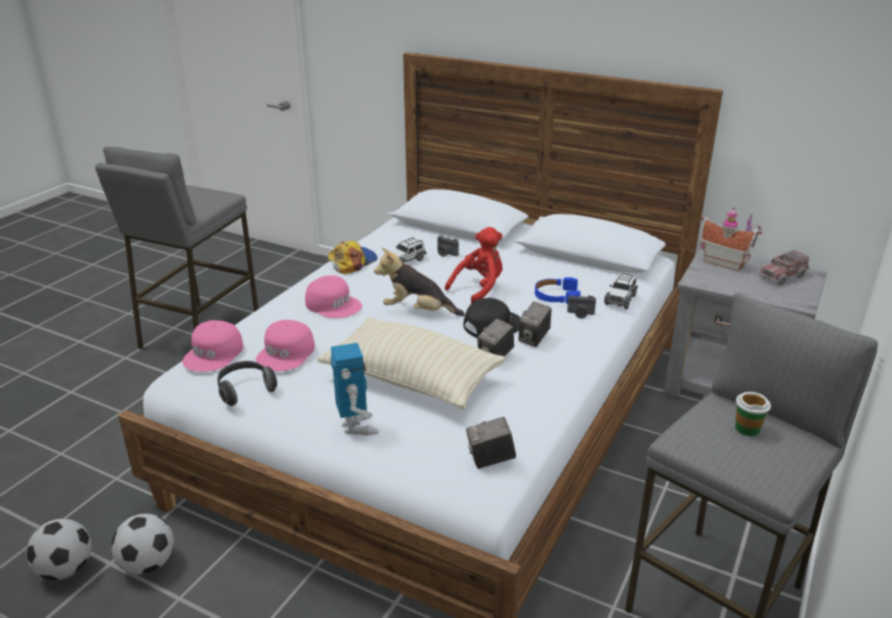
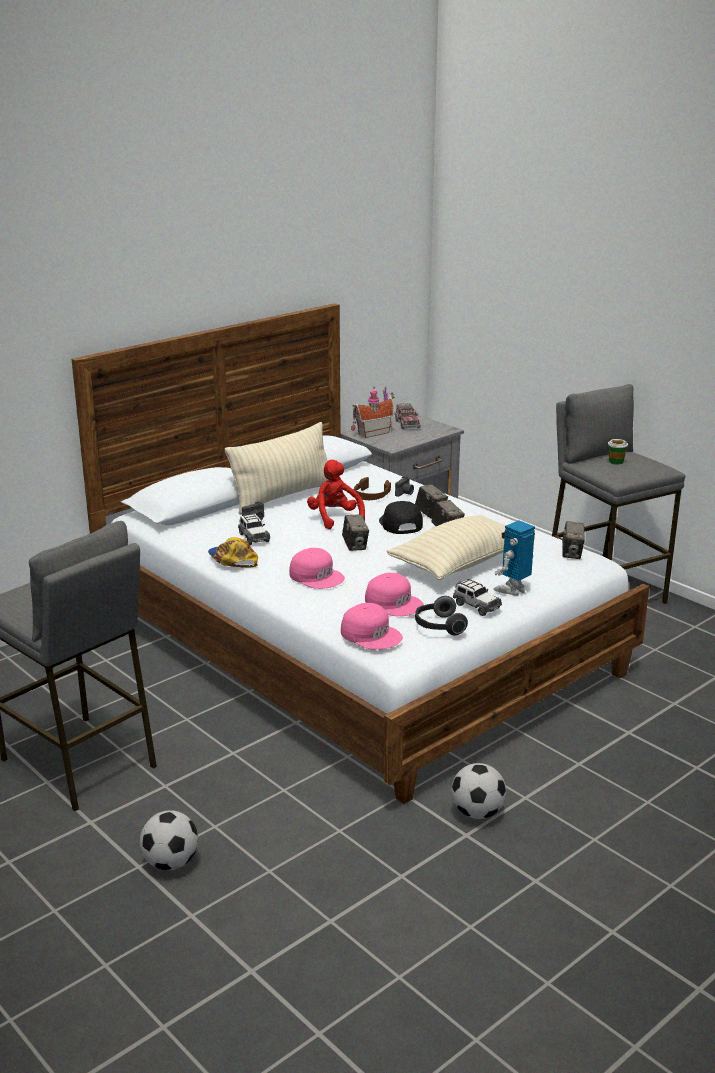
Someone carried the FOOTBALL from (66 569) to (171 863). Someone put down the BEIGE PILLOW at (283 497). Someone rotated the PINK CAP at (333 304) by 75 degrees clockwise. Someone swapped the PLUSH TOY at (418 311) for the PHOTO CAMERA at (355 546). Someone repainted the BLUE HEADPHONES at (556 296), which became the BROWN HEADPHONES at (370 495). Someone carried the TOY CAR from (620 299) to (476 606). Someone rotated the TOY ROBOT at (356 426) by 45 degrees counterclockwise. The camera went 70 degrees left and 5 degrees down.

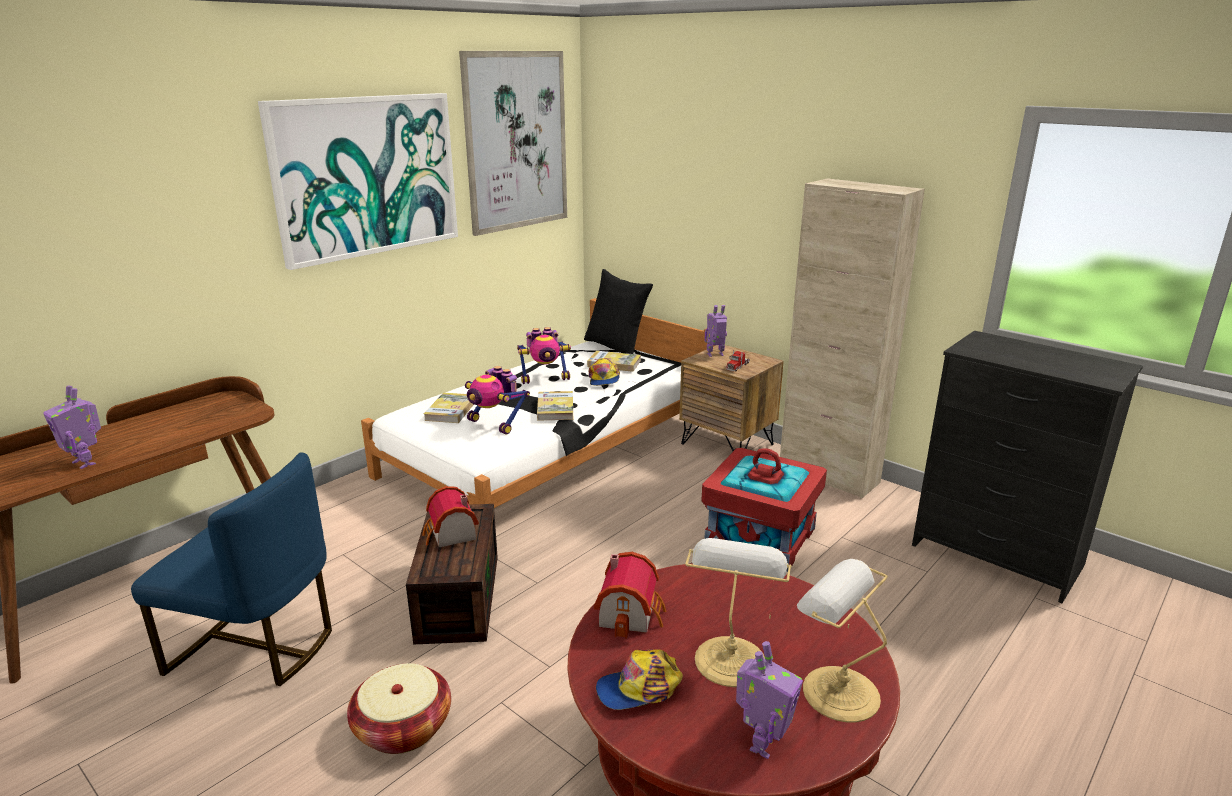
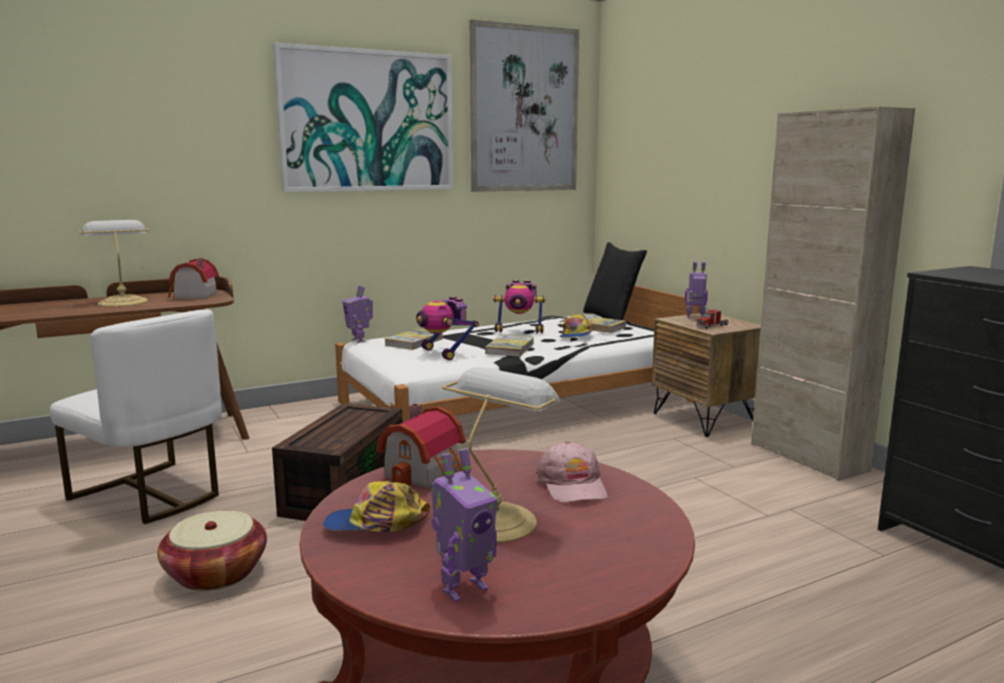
Someone repainted the BLUE CHAIR at (256 646), which became the WHITE CHAIR at (151 494). Someone carried the TABLE LAMP from (836 691) to (122 302). Someone carried the TOY HOUSE from (450 535) to (192 296). Someone carried the TOY ROBOT from (85 462) to (359 340). Someone put down the PINK CAP at (572 485). Someone took away the RED STORAGE BOX at (760 537). The camera went 20 degrees right and 10 degrees down.

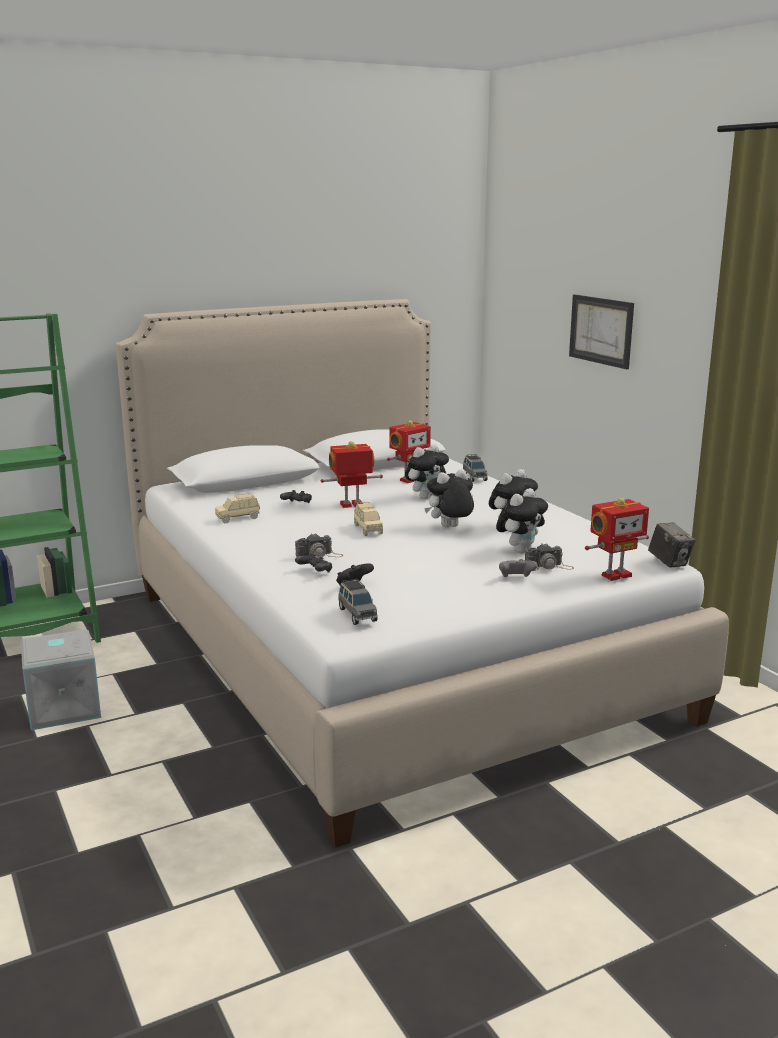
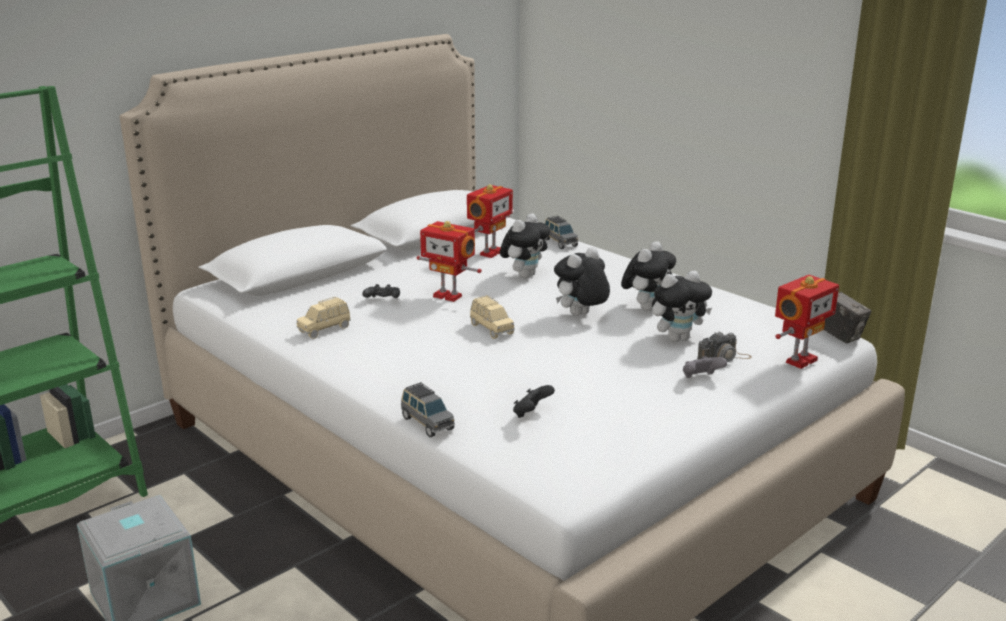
Someone carried the GREY TOY CAR from (357 614) to (427 423). Someone rotated the TOY ROBOT at (352 505) by 120 degrees counterclockwise. Someone rotated the PLUSH TOY at (520 550) by 45 degrees clockwise. Someone took away the PHOTO CAMERA at (319 556). Someone took away the BLACK GAME CONTROLLER at (314 571). Someone took away the PICTURE at (601 330). The camera went 15 degrees left and 5 degrees up.

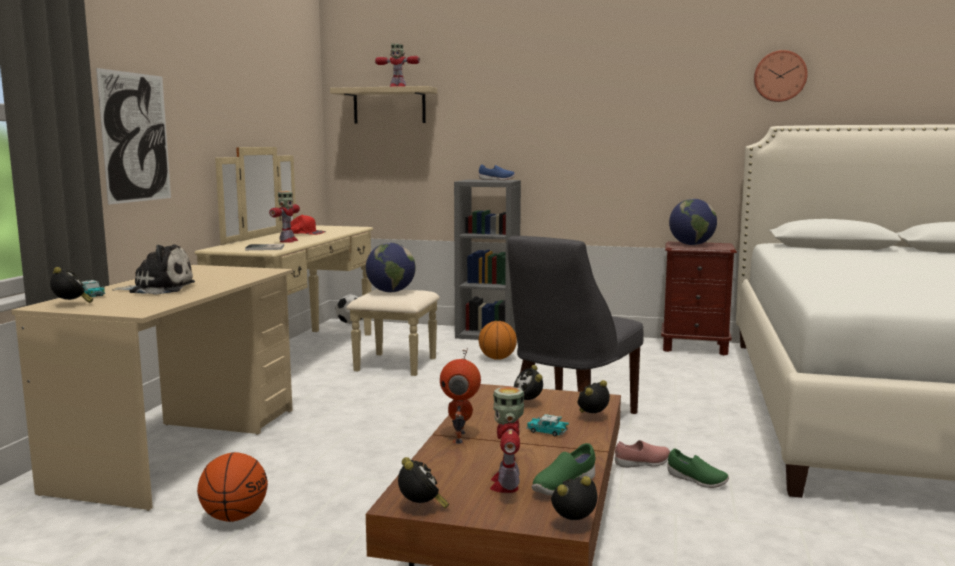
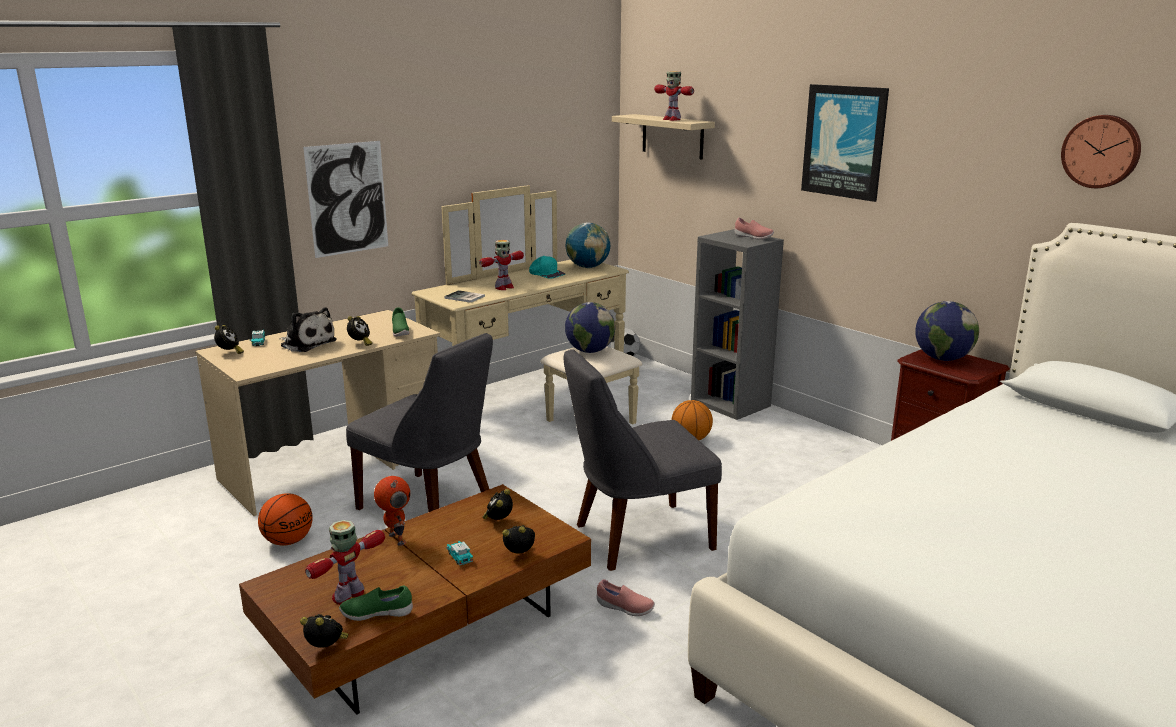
Someone put down the GREY CHAIR at (430 507). Someone carried the ALARM CLOCK from (421 508) to (360 344). Someone rotated the TOY ROBOT at (461 437) by 105 degrees clockwise. Someone carried the GREEN SHOE from (696 481) to (400 332). Someone repainted the RED CAP at (305 233), which became the TURQUOISE CAP at (546 274). Someone put down the GLOBE at (587 267). Someone repainted the BLUE SHOE at (496 180), which became the PINK SHOE at (753 237). Someone put up the PICTURE at (844 141). The camera went 35 degrees right and 10 degrees up.

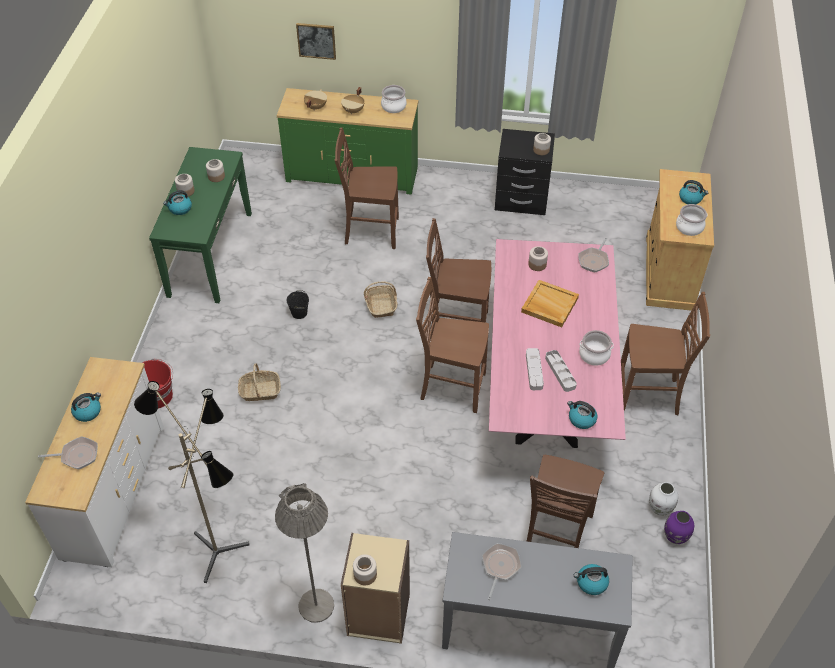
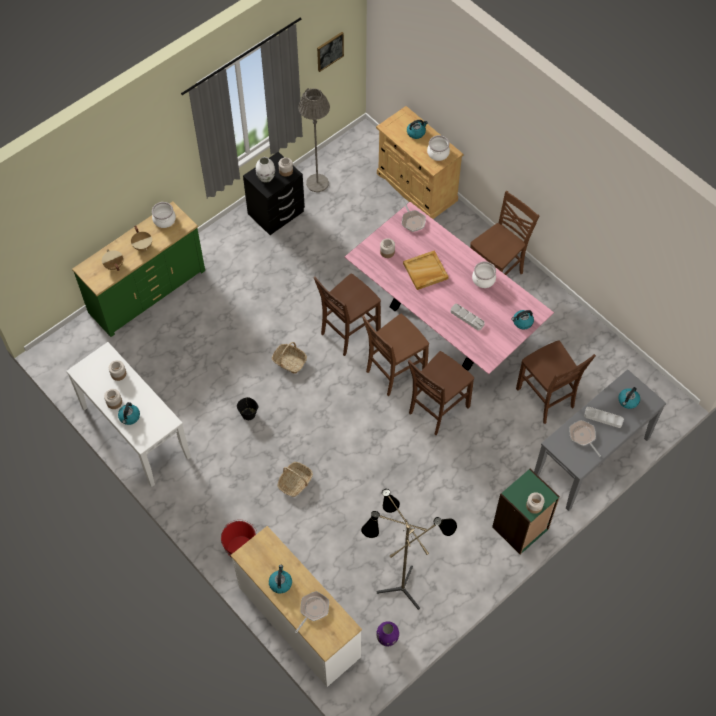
Someone repainted the GREEN CONSOLE TABLE at (210 254), which became the WHITE CONSOLE TABLE at (135 432). Someone carried the WHITE VASE from (660 508) to (266 178). Someone carried the GREY FLOOR LAMP from (316 606) to (317 183). Someone carried the PICTURE from (316 40) to (329 51). Someone carried the PURPLE VASE from (675 537) to (387 638). Someone carried the BROWN CHAIR from (370 231) to (437 409). Someone repainted the BEIGE BOOKCASE at (378 615), which became the GREEN BOOKCASE at (520 528). Someone carried the GREY TRAY from (560 372) to (603 418). The camera went 50 degrees left and 10 degrees up.

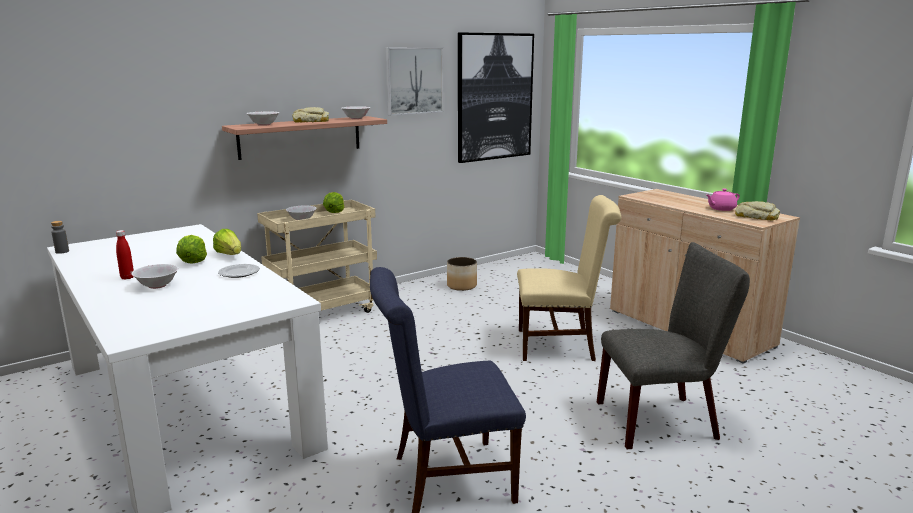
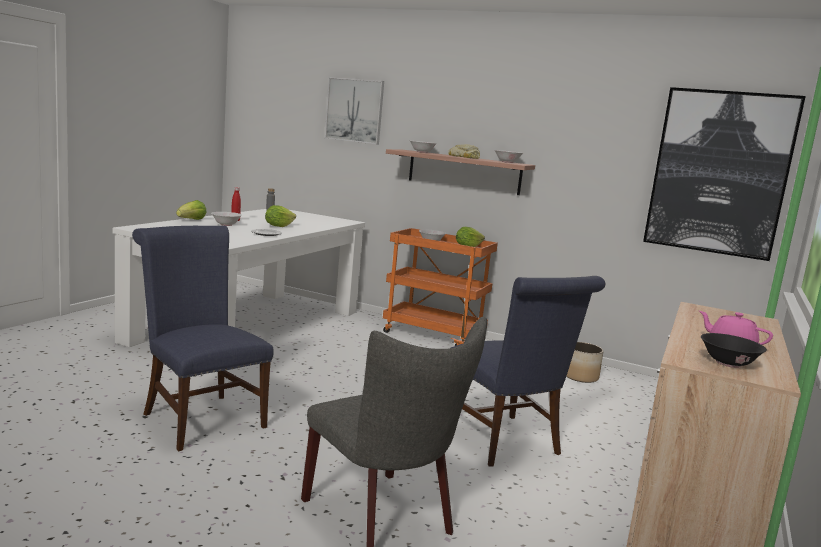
Someone carried the LETTUCE from (229 255) to (191 220). Someone carried the PICTURE from (414 80) to (354 110). Someone repainted the BEIGE CART at (323 312), which became the ORANGE CART at (434 335). Someone repainted the BEIGE CHAIR at (561 345), which became the BLUE CHAIR at (505 443). Someone swapped the BREAD at (756 216) for the BLACK BOWL at (728 363). The camera went 60 degrees right and 5 degrees down.

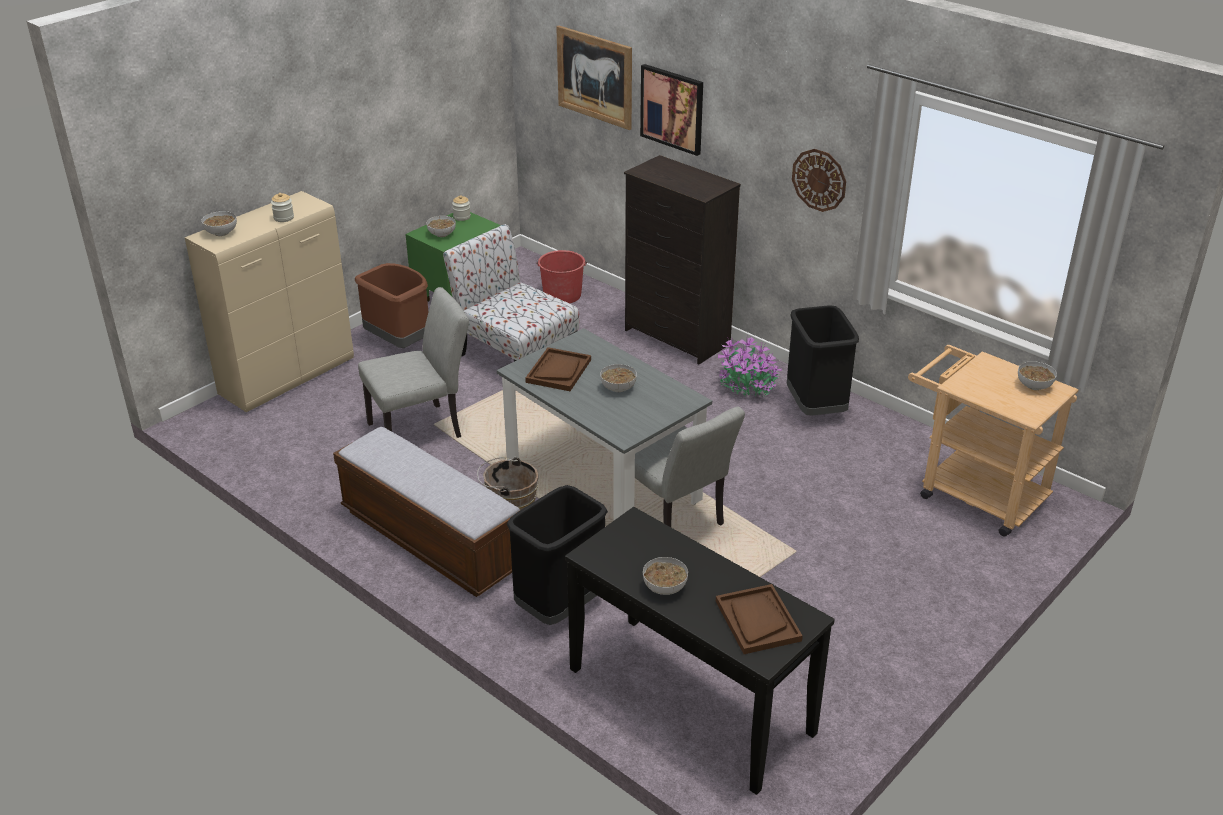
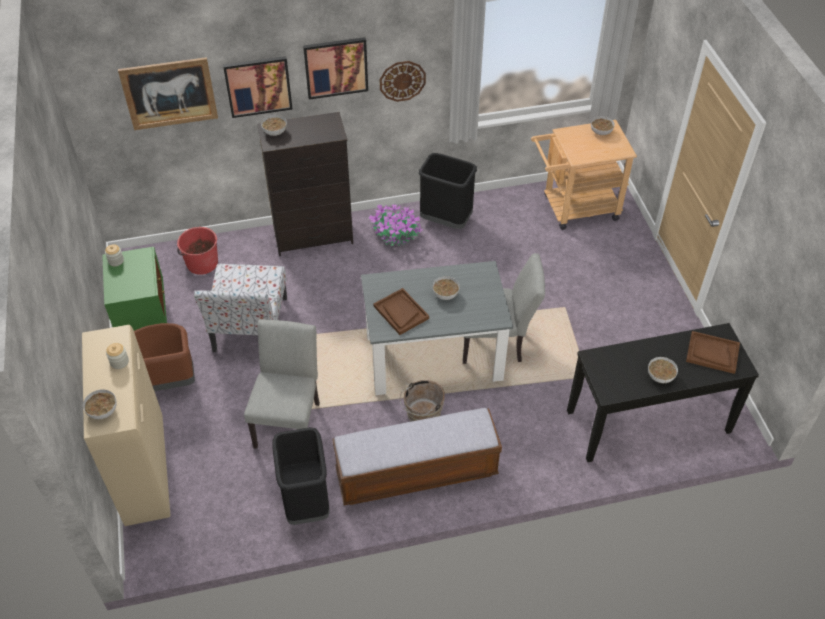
Someone rotated the CHAIR at (515 354) by 75 degrees counterclockwise. Someone carried the BOWL from (441 234) to (274 132). Someone carried the BLACK TRASH CAN from (560 606) to (306 502). Someone put up the PICTURE at (336 67). The camera went 55 degrees left and 15 degrees up.

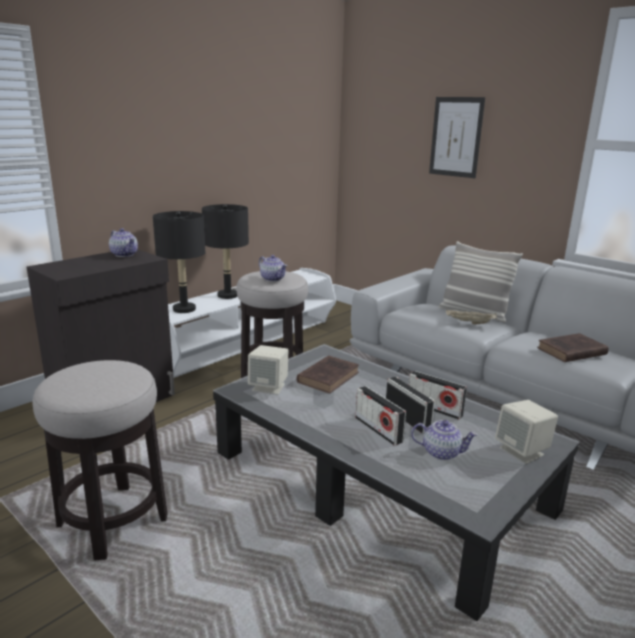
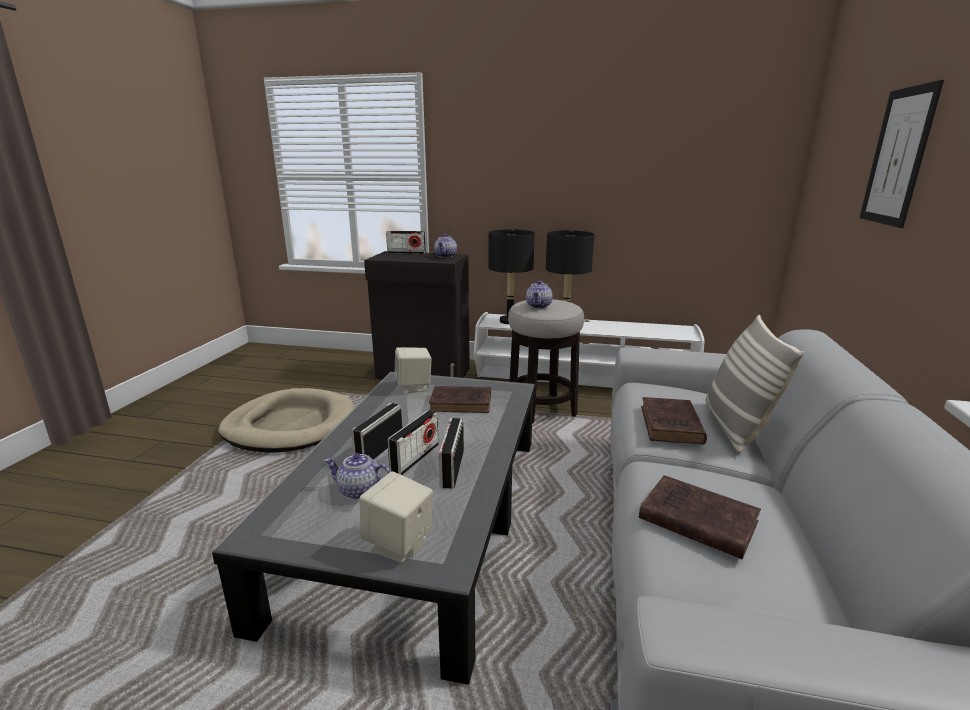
Someone swapped the STOOL at (113 521) for the BEIGE DOG BED at (290 425). Someone rotated the TEAPOT at (442 452) by 120 degrees clockwise. Someone put down the RADIO at (406 253). Someone swapped the BEIGE TRAY at (469 323) for the BROWN BOOK at (671 426). The camera went 60 degrees right and 0 degrees up.

